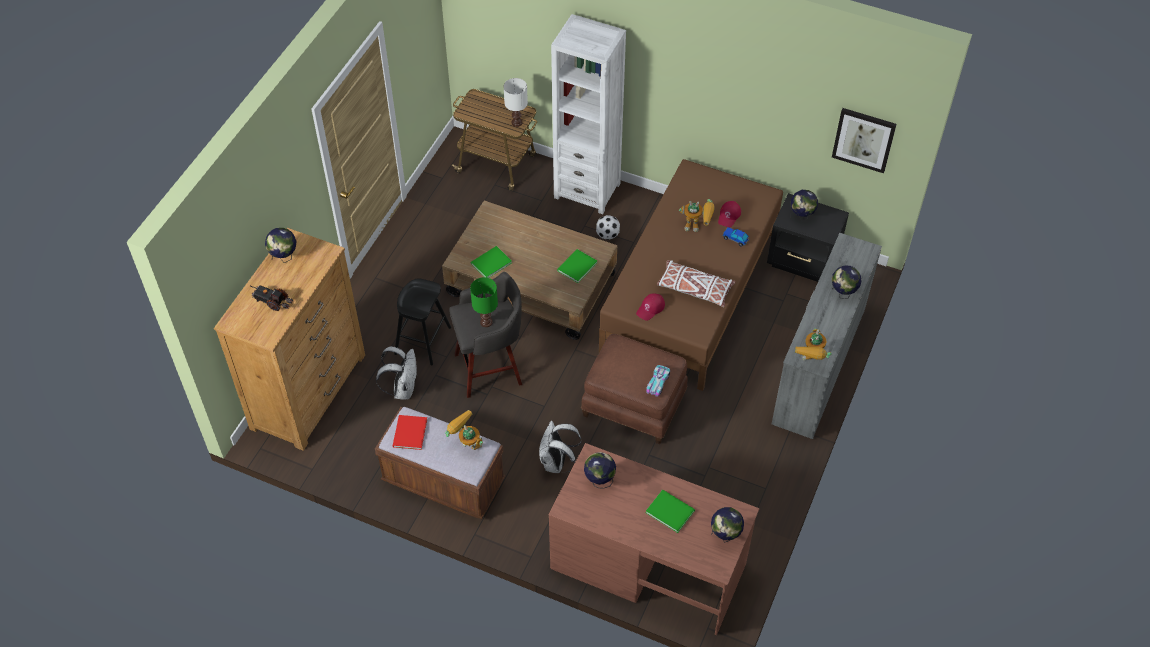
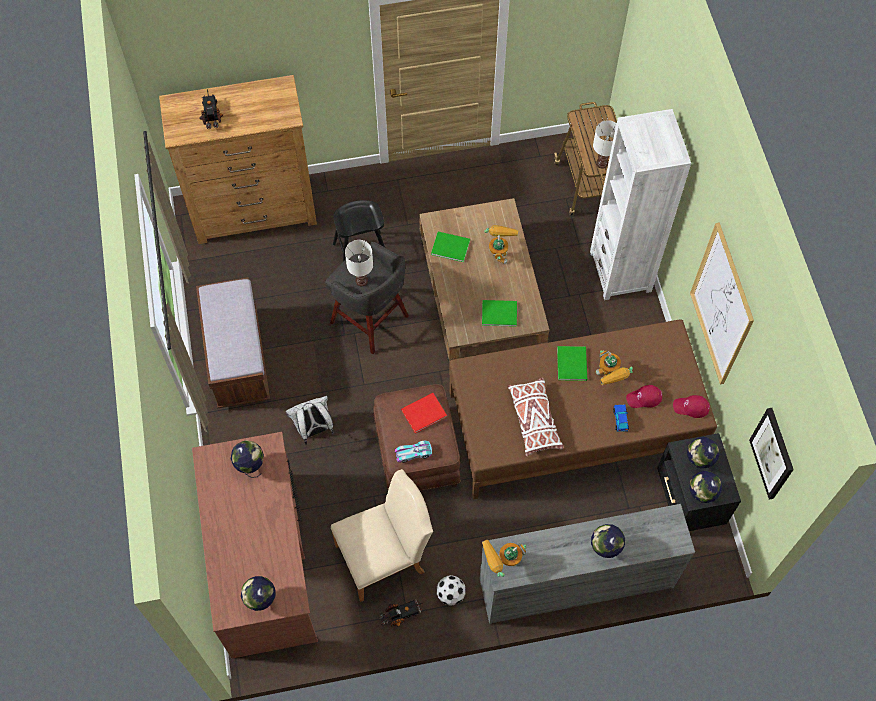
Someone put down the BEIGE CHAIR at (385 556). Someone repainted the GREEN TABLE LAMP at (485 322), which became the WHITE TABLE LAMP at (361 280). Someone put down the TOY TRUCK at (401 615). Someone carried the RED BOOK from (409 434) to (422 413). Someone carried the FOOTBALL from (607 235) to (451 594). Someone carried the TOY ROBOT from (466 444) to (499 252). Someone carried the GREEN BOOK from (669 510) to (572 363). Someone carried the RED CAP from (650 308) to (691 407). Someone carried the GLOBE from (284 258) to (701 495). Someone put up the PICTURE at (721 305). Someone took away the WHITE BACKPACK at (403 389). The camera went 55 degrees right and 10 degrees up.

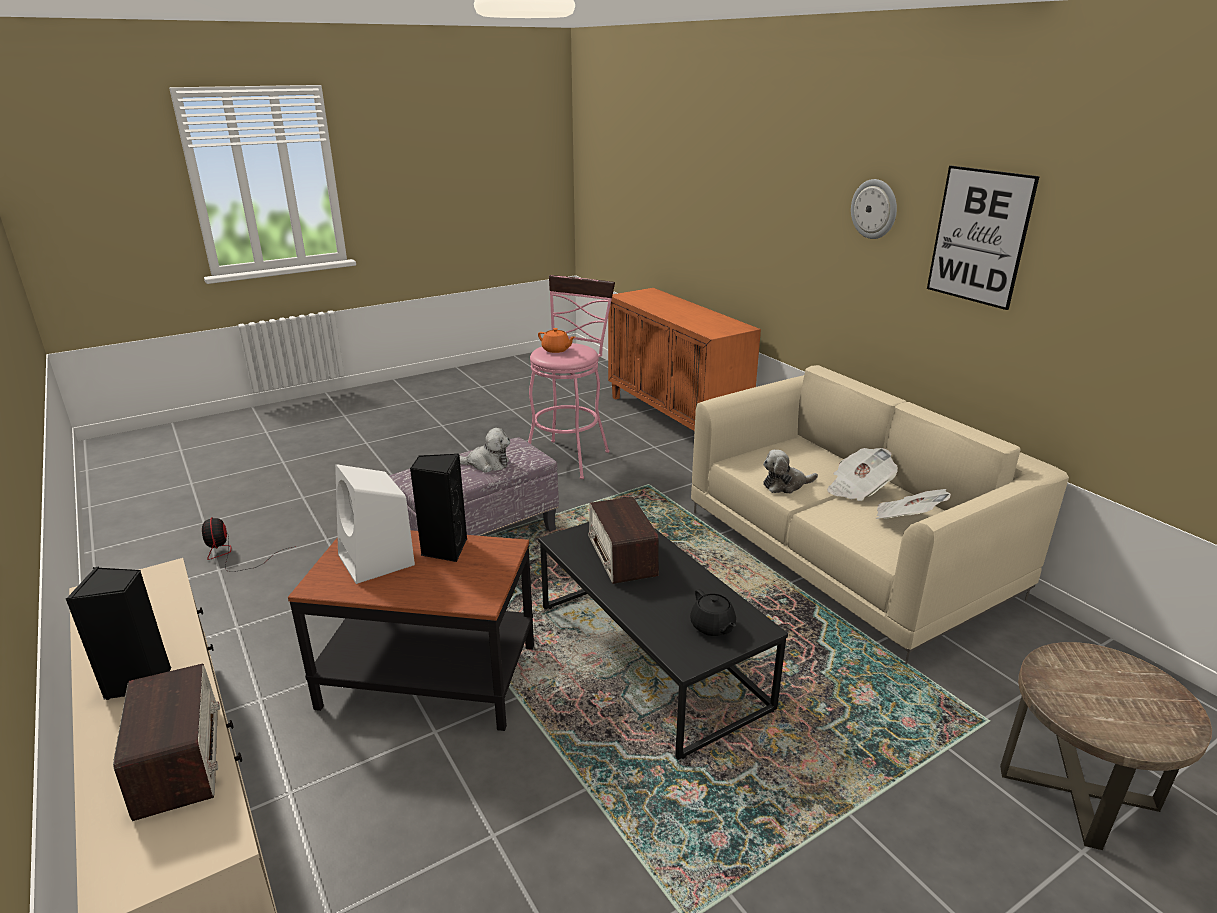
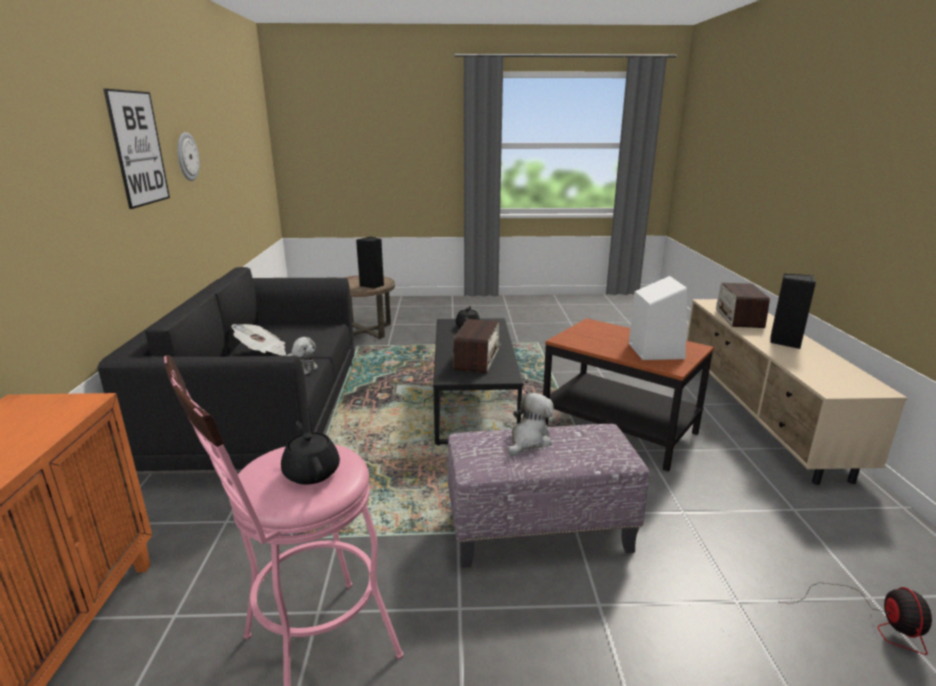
Someone repainted the BEIGE SOFA at (847 552), which became the BLACK SOFA at (263 413). Someone carried the WALL CLOCK from (874 209) to (187 156). Someone repainted the ORANGE TEAPOT at (556 350), which became the BLACK TEAPOT at (311 472). Someone carried the BLACK SPEAKER from (444 549) to (372 285). Someone rotated the PLUSH TOY at (486 464) by 90 degrees clockwise. Someone took away the NEWSPAPER at (906 519). The camera went 150 degrees left and 5 degrees down.

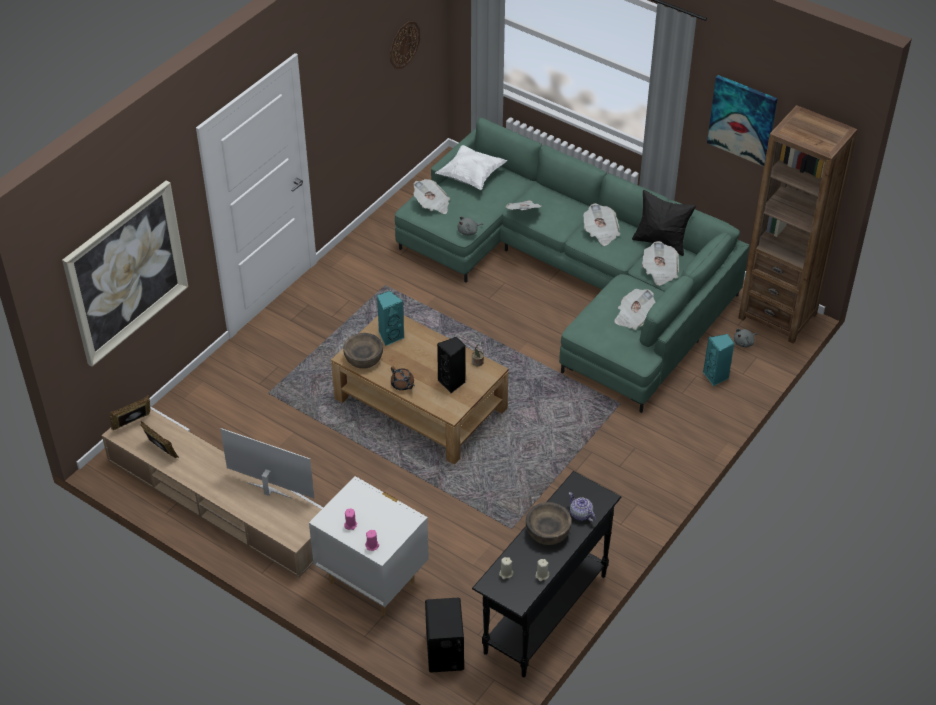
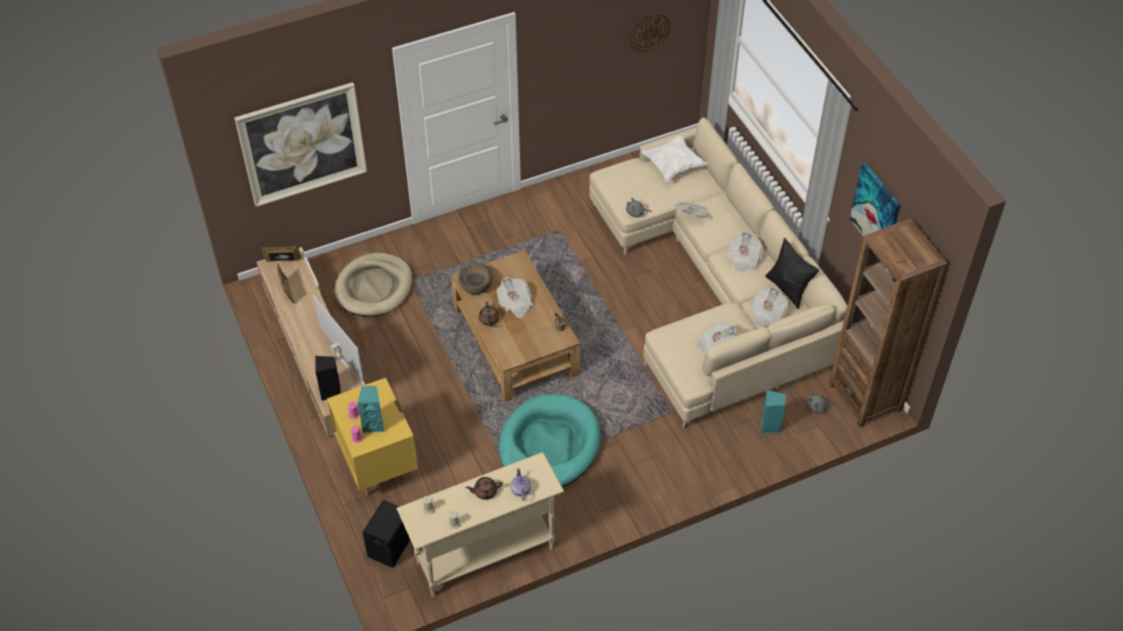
Someone carried the BLACK SPEAKER from (452 383) to (330 392). Someone repainted the WHITE NIGHTSTAND at (372 581), which became the YELLOW NIGHTSTAND at (378 466). Someone put down the BEIGE DOG BED at (374 287). Someone carried the TURQUOISE SPEAKER from (390 336) to (374 424). Someone repainted the BLACK CONSOLE TABLE at (544 614), which became the BEIGE CONSOLE TABLE at (484 555). Someone swapped the BROWN BOWL at (547 532) for the BROWN TEAPOT at (485 491). Someone carried the NEWSPAPER from (432 204) to (515 304). Someone put down the TURQUOISE DOG BED at (549 445). Someone repainted the GREEN SOFA at (574 279), which became the BEIGE SOFA at (715 289). The camera went 30 degrees right and 5 degrees up.

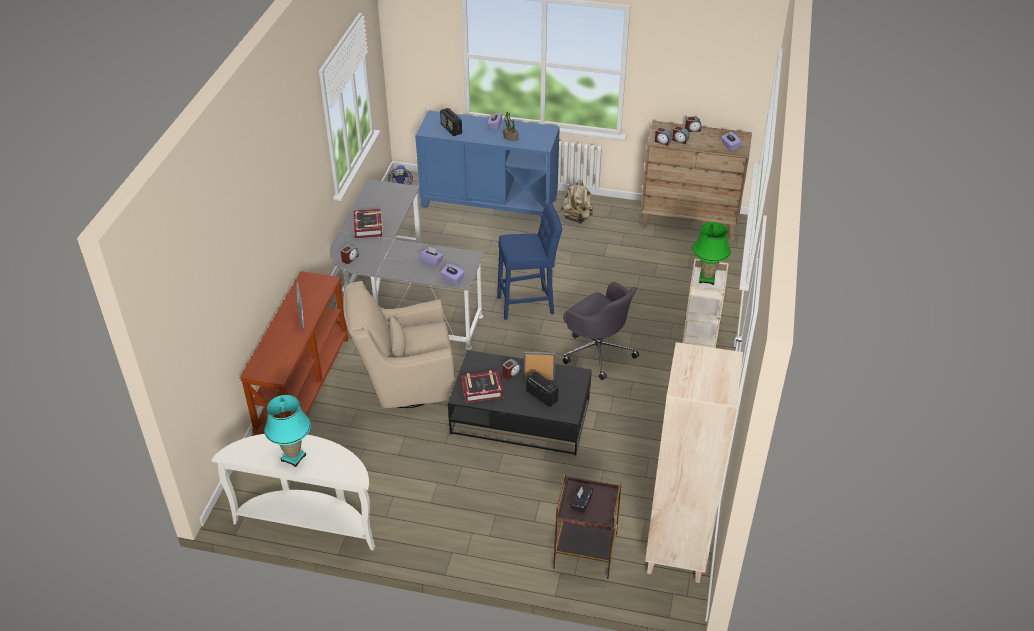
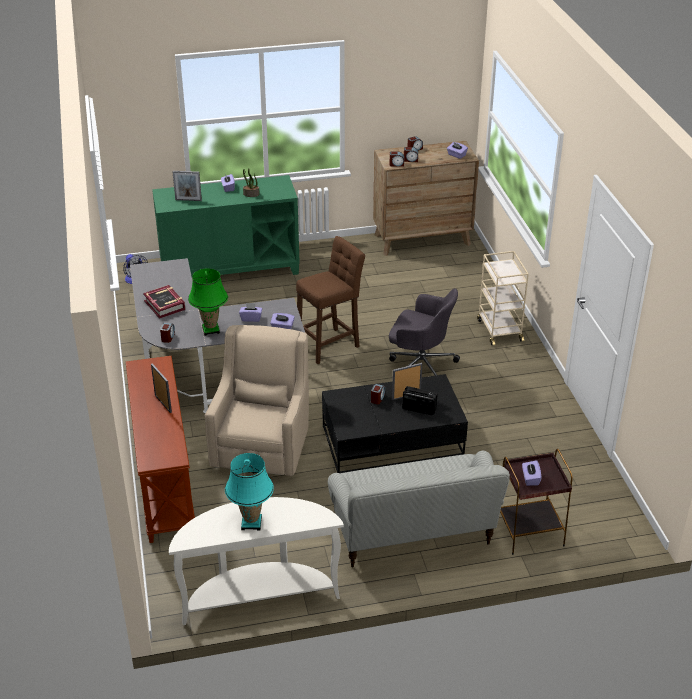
Someone repainted the BLUE CABINET at (489 202), which became the GREEN CABINET at (230 269). Someone swapped the RADIO at (451 129) for the PICTURE FRAME at (188 200). Someone carried the GREEN TABLE LAMP from (707 279) to (211 330). Someone rotated the BEIGE ARMCHAIR at (404 384) by 135 degrees clockwise. Someone repainted the BLUE STOOL at (529 304), which became the BROWN STOOL at (330 345). Someone put down the SOFA at (413 533). Someone repainted the BLACK TISSUE BOX at (580 503), which became the PURPLE TISSUE BOX at (530 479). Someone took away the BOOK at (482 389). Someone took away the BEIGE BACKPACK at (577 218). Someone took away the BEIGE BOOKCASE at (677 553). The camera went 25 degrees left and 5 degrees down.

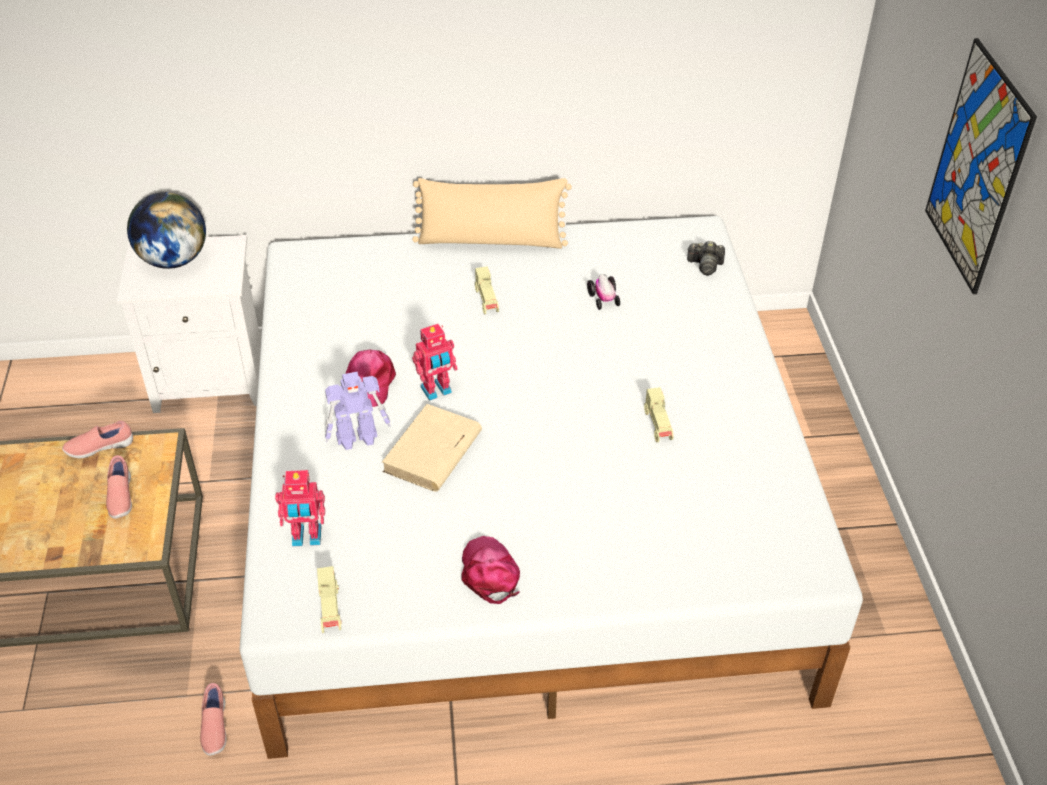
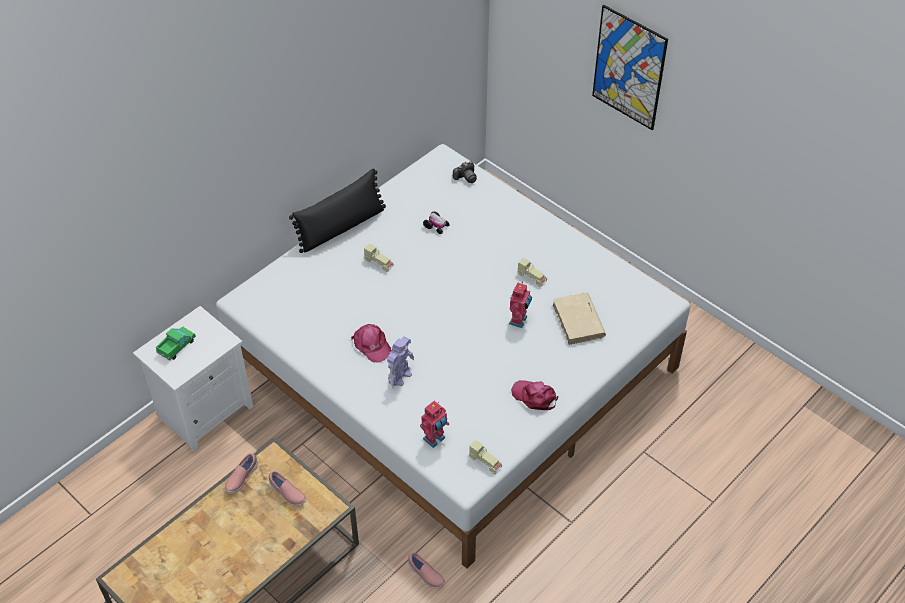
Someone swapped the GLOBE at (173 260) for the TOY TRUCK at (177 346). Someone repainted the BEIGE PILLOW at (491 241), which became the BLACK PILLOW at (341 227). Someone carried the TOY ROBOT from (437 391) to (519 321). Someone carried the BEIGE BOOK from (432 453) to (578 321). The camera went 40 degrees left and 5 degrees up.

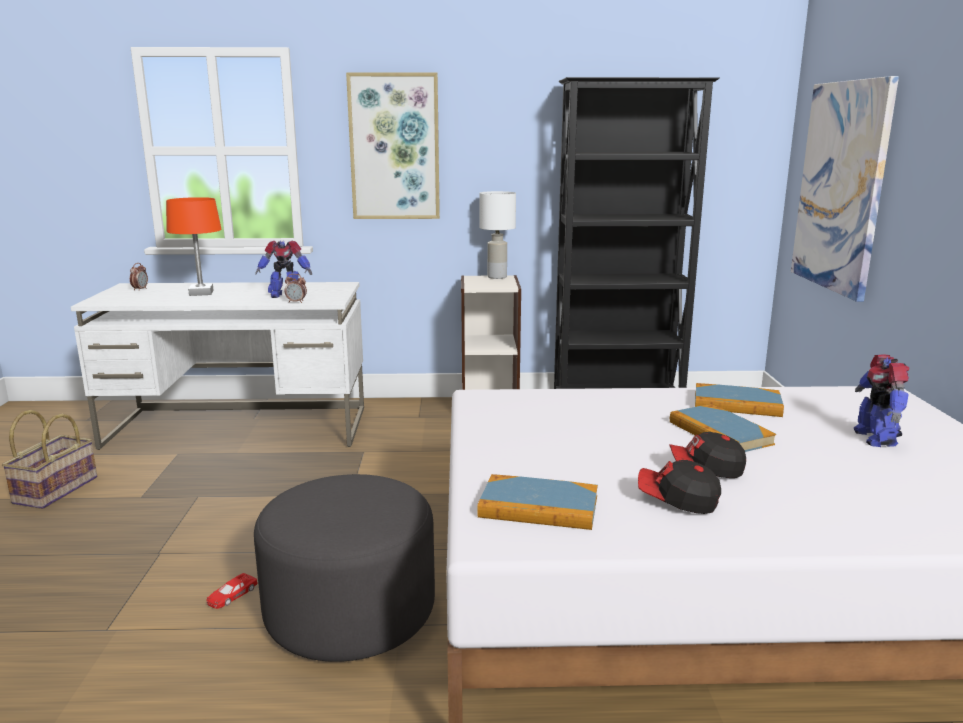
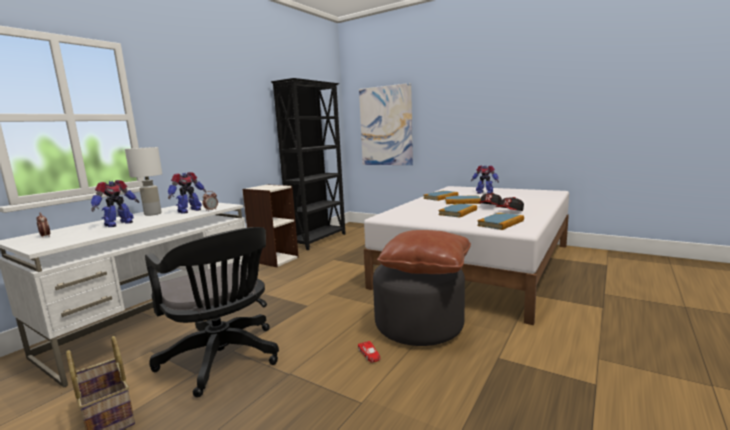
Someone swapped the ORANGE TABLE LAMP at (201 293) for the TOY ROBOT at (118 224). Someone carried the WHITE TABLE LAMP from (496 277) to (153 214). Someone put down the BLACK OFFICE CHAIR at (224 359). Someone put down the BROWN PILLOW at (426 267). Someone put down the BOOK at (458 212). Someone took away the PICTURE at (394 147). The camera went 55 degrees left and 5 degrees down.

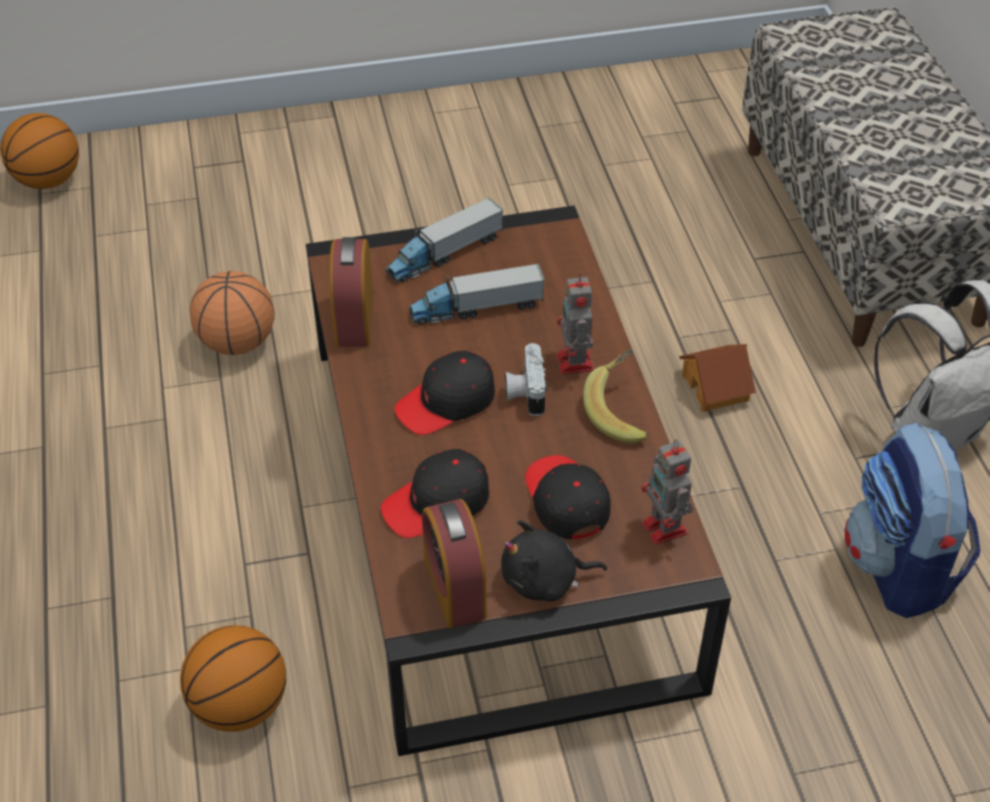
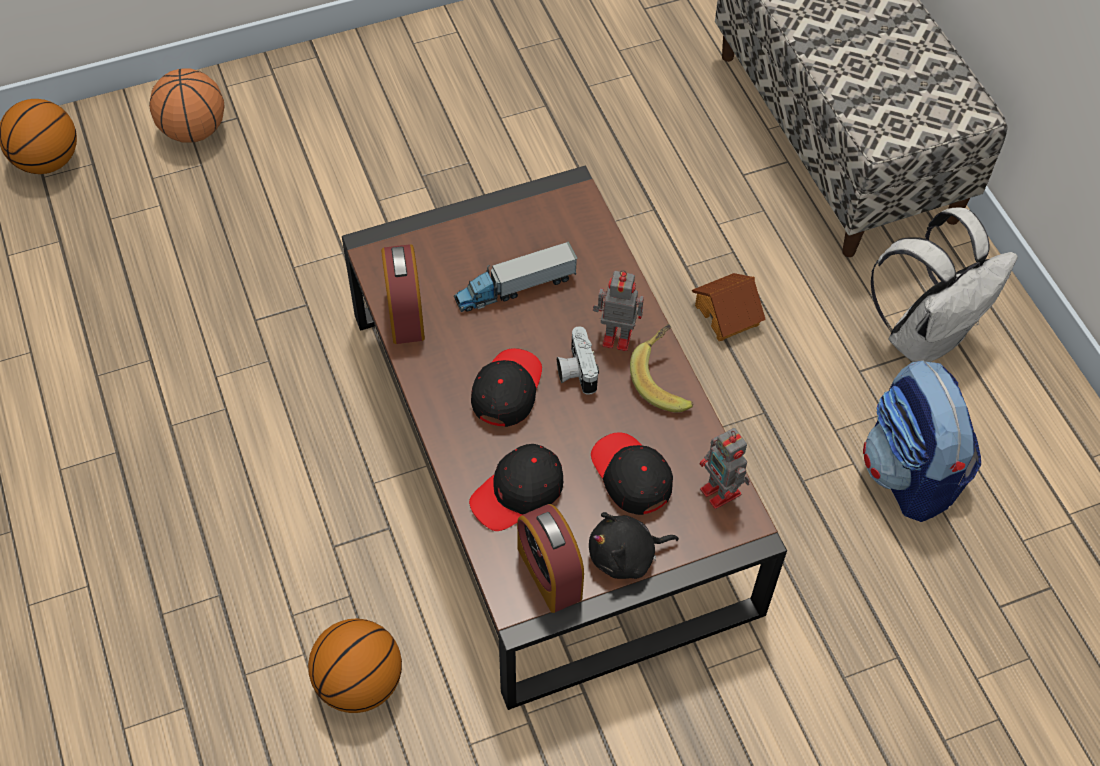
Someone carried the BASKETBALL from (237 343) to (193 130). Someone rotated the BLACK CAP at (446 402) by 150 degrees clockwise. Someone rotated the TOY ROBOT at (575 364) by 120 degrees clockwise. Someone took away the TOY TRUCK at (444 254). The camera went 10 degrees left and 10 degrees up.

